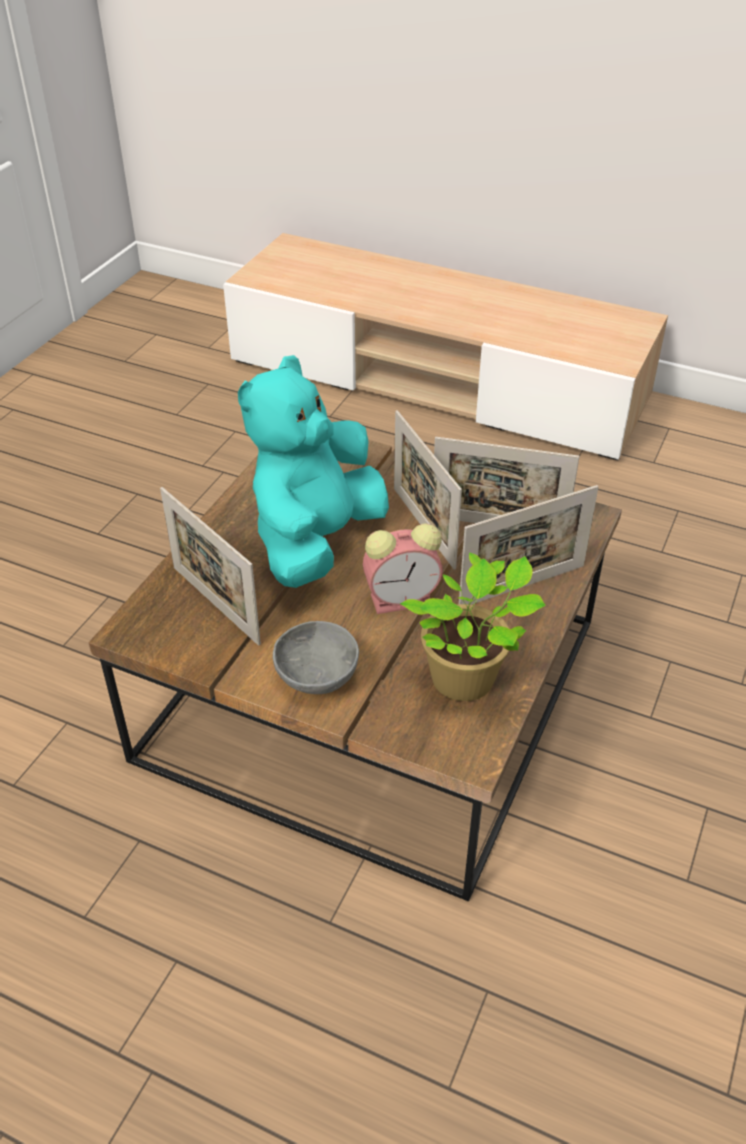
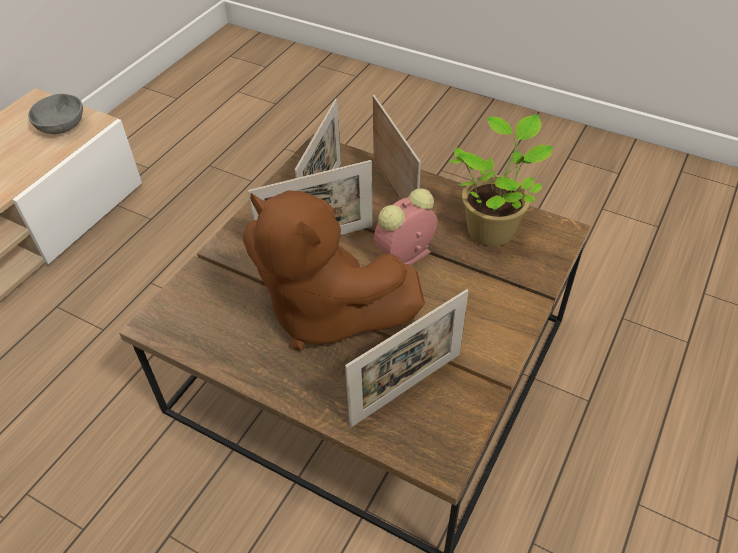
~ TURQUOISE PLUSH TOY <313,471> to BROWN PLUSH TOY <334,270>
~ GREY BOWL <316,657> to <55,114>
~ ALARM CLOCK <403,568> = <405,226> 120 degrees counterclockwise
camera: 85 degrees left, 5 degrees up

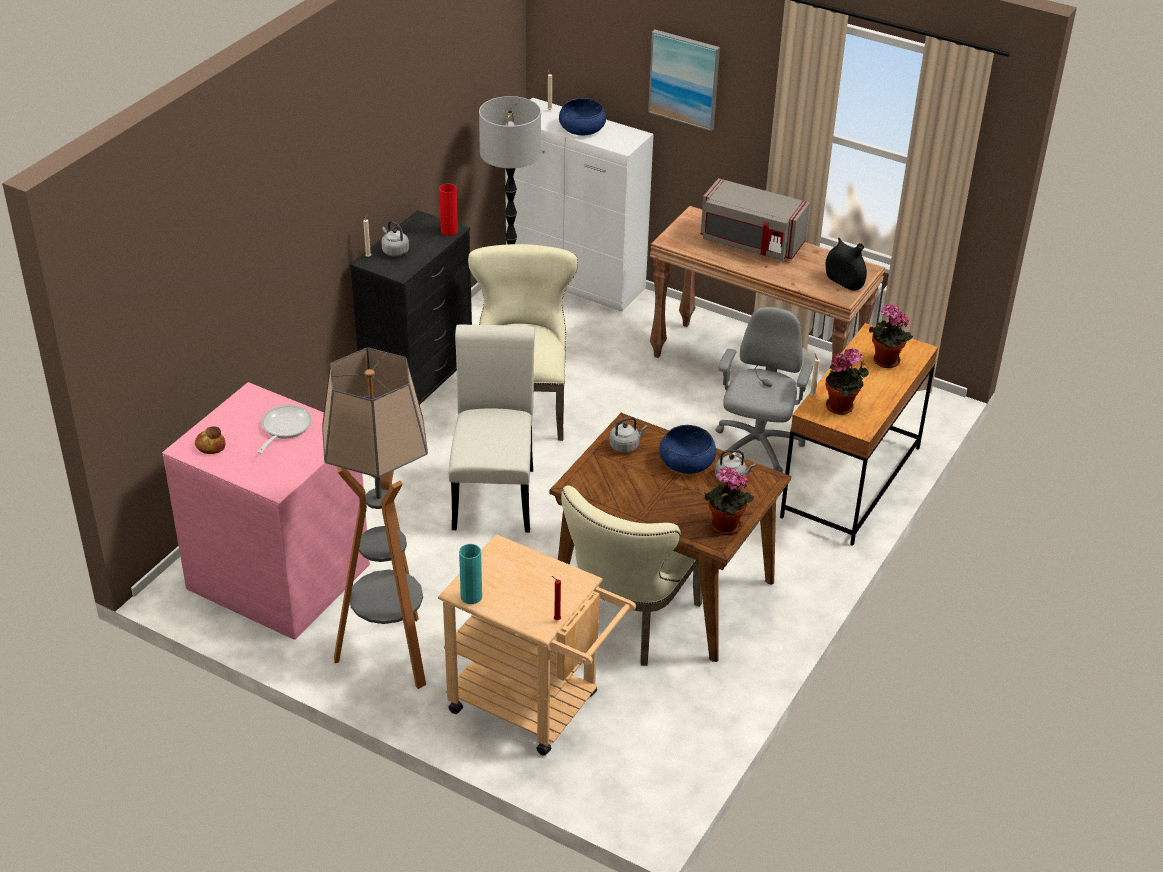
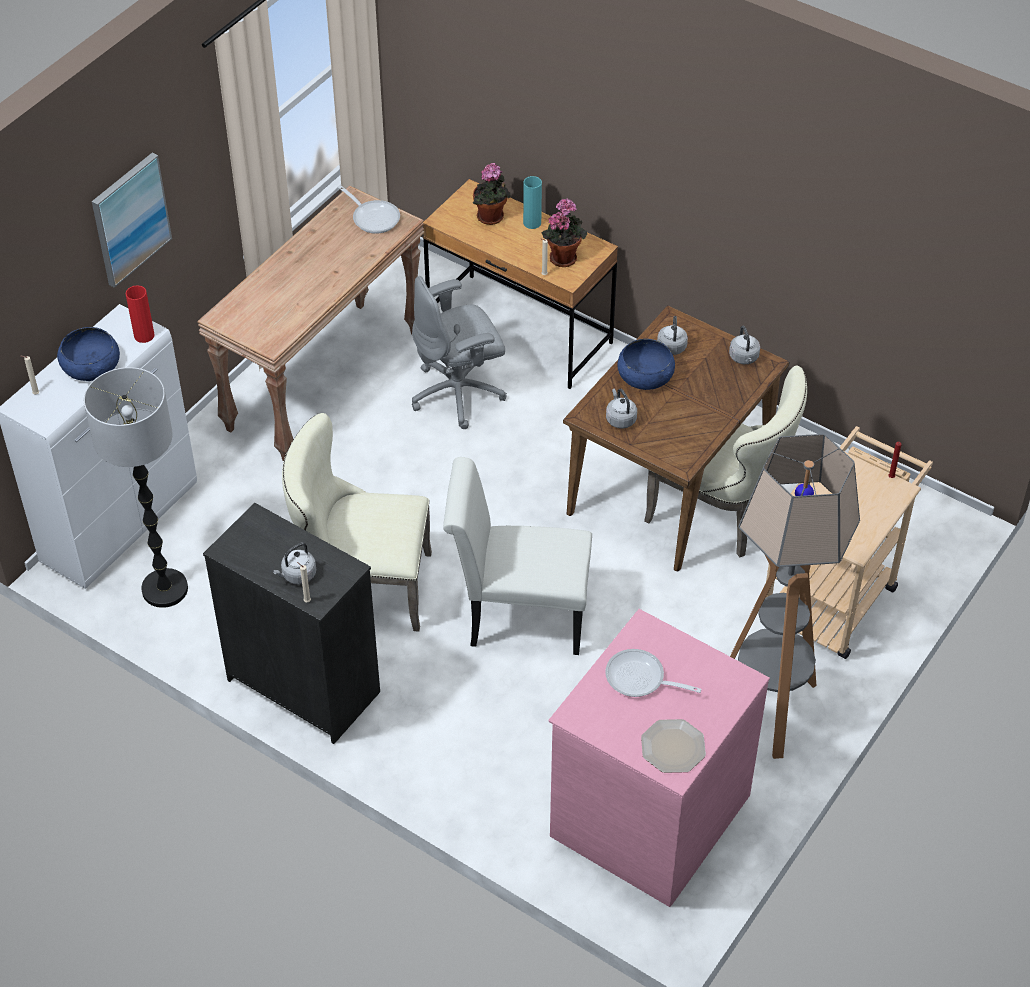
~ BREAD <210,440> to PLATE <673,746>
~ RED VASE <448,210> to <140,314>
~ TURQUOISE VASE <470,574> to <532,202>
- GREY MICROWAVE <755,219>
~ POTTED PLANT <729,501> to GREY KETTLE <744,345>
~ GREY OFFICE CHAIR <764,389> = <459,352> 45 degrees counterclockwise
~ BLACK VASE <846,264> to FRYING PAN <369,209>
camera: 85 degrees left, 10 degrees up

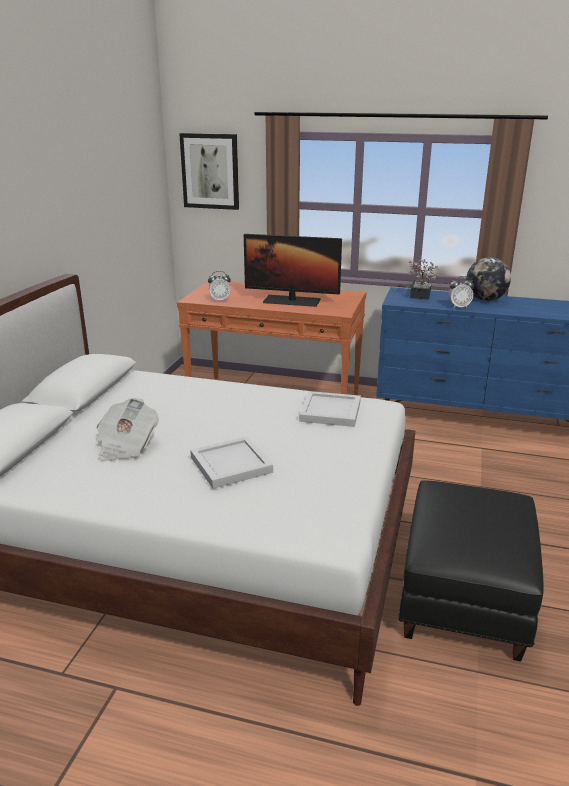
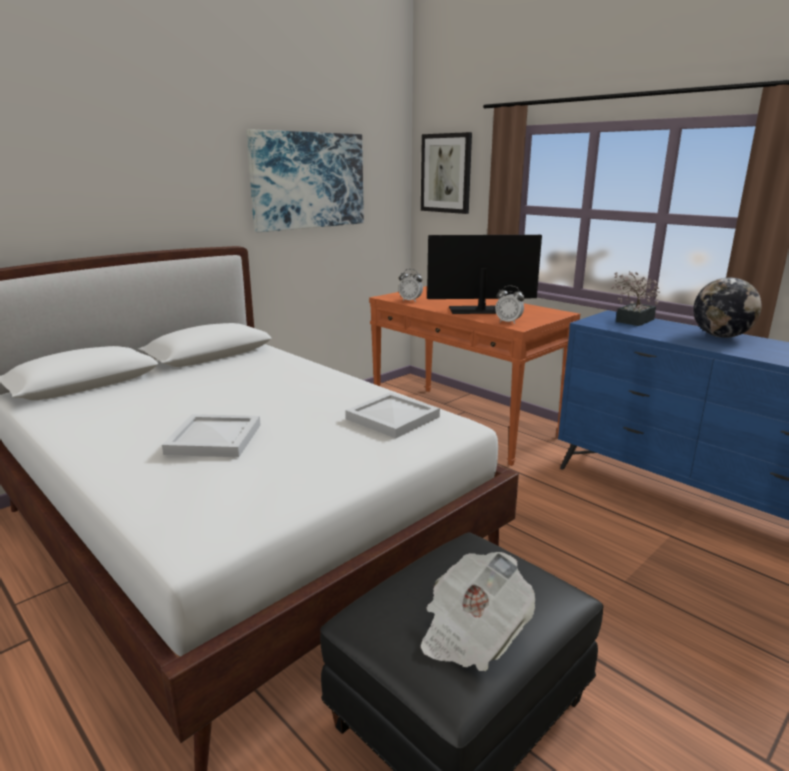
~ NEWSPAPER <127,429> to <478,611>
~ MONITOR <293,270> = <484,274> 135 degrees clockwise
~ ALARM CLOCK <461,292> to <509,305>
+ PICTURE <305,180>
camera: 30 degrees right, 5 degrees down

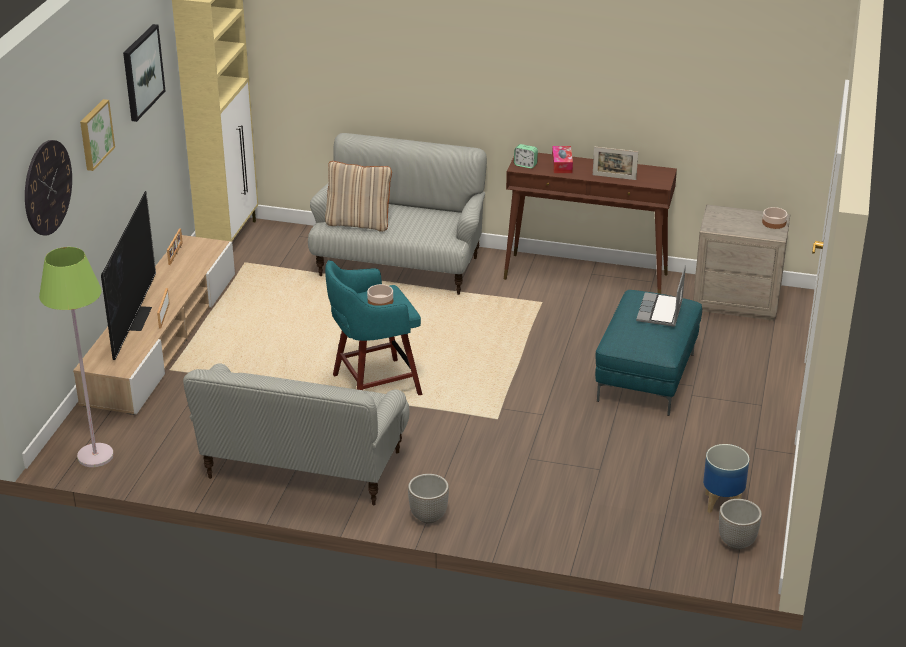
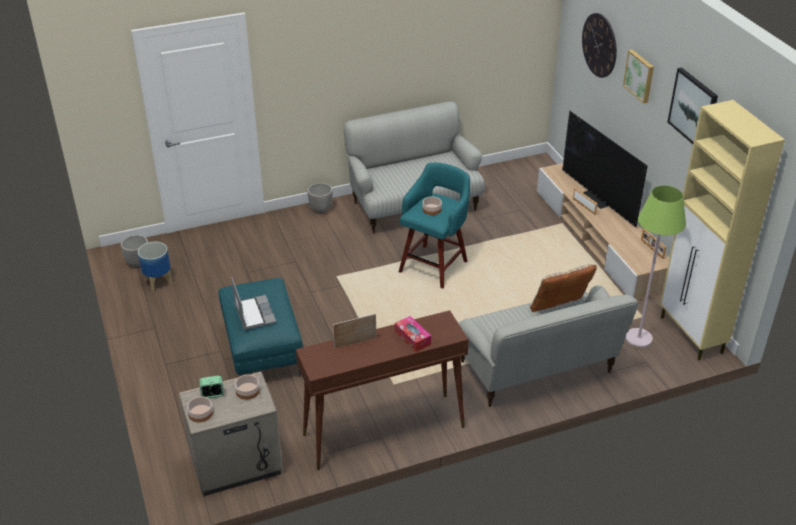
~ GREEN FLOOR LAMP <76,357> to <655,266>
~ ALARM CLOCK <526,156> to <211,387>
+ BOWL <247,387>
camera: 145 degrees right, 5 degrees up

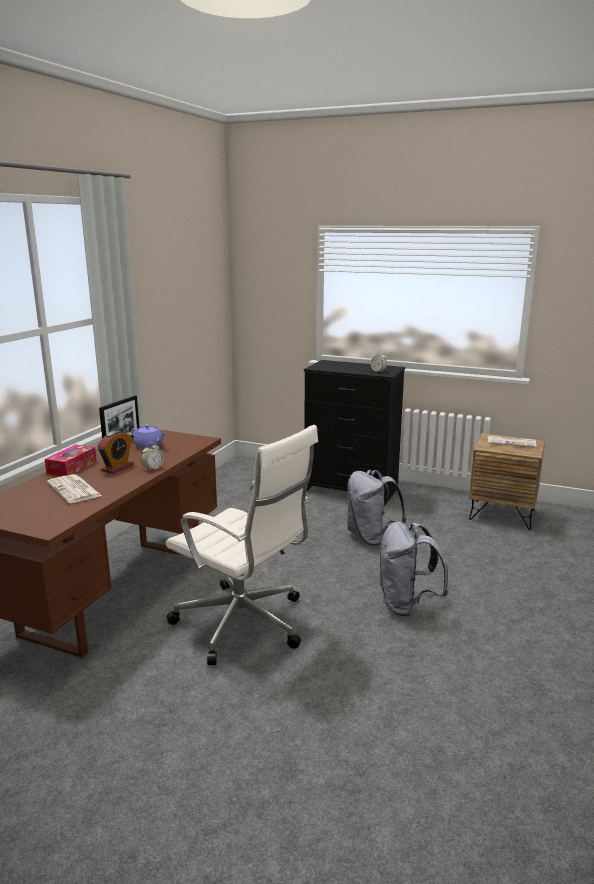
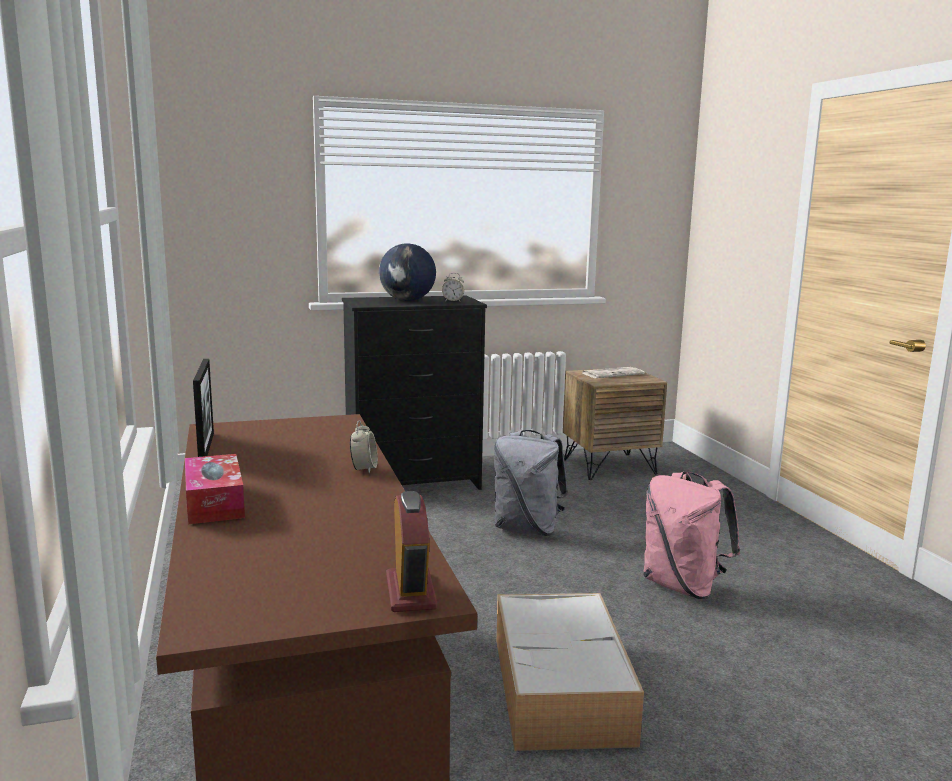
- NEWSPAPER <74,488>
~ ALARM CLOCK <115,452> to <412,551>
- PURPLE TEAPOT <148,436>
~ WHITE OFFICE CHAIR <242,545> to STORAGE BOX <570,672>
~ GREY BACKPACK <413,569> to PINK BACKPACK <691,535>
+ GLOBE <407,272>
camera: 40 degrees left, 5 degrees down

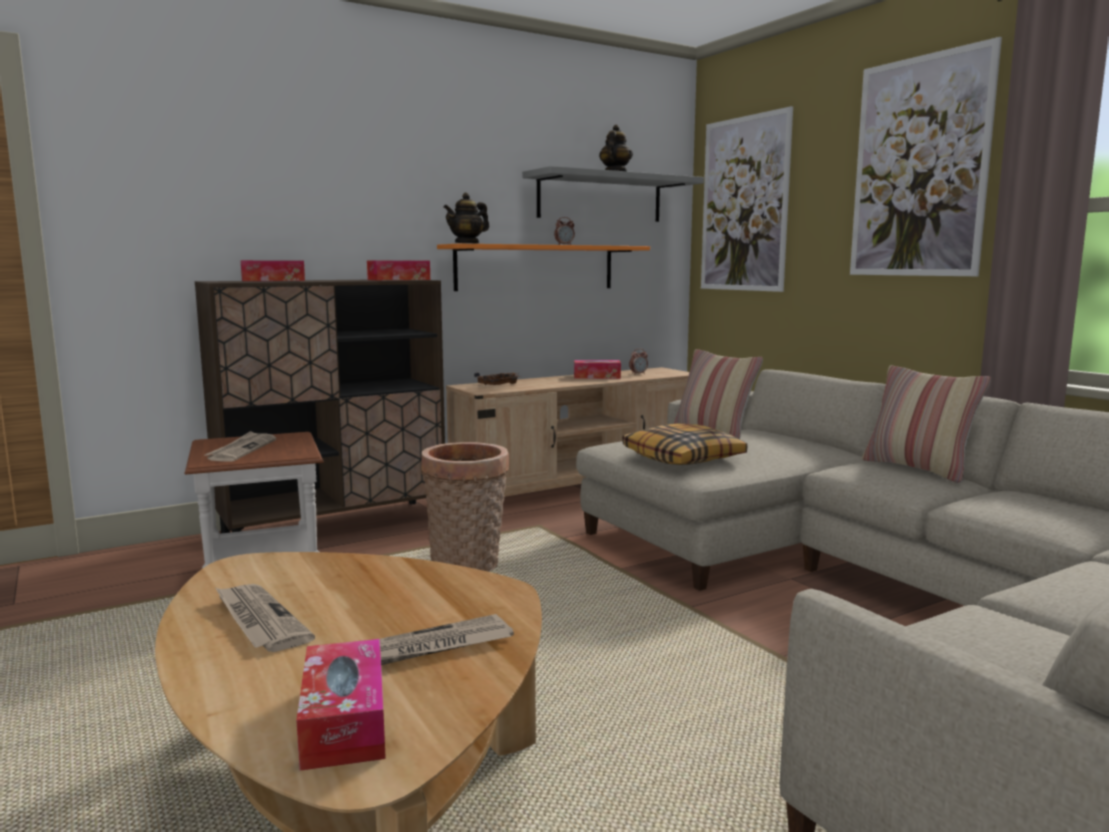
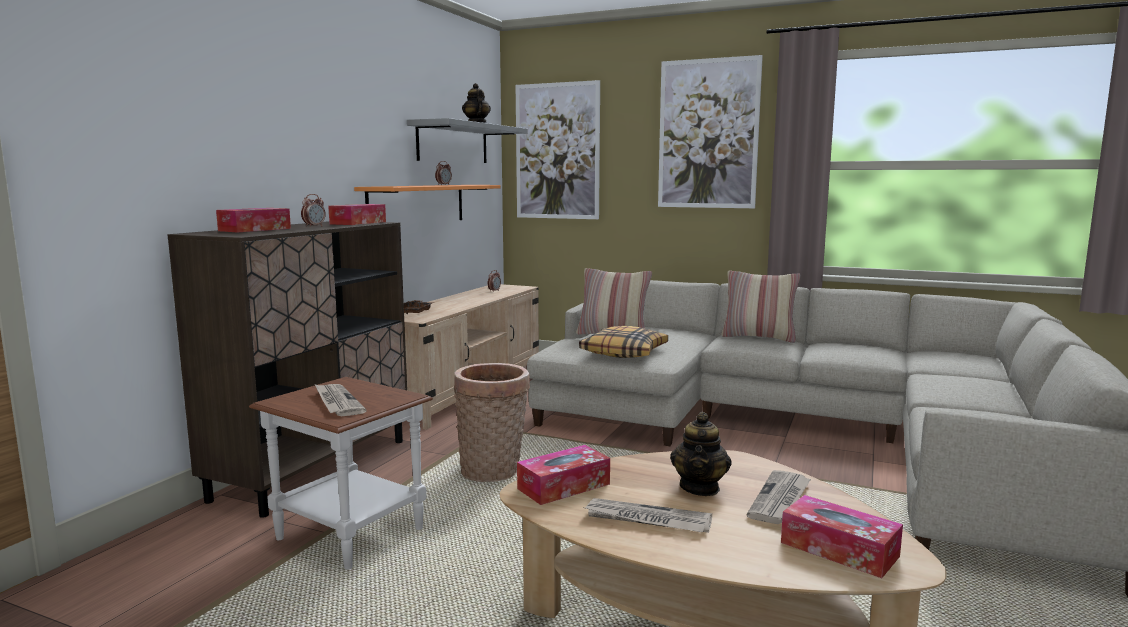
~ TEAPOT <466,217> to <701,454>
~ TISSUE BOX <597,369> to <563,475>
+ ALARM CLOCK <313,210>
camera: 35 degrees left, 0 degrees up

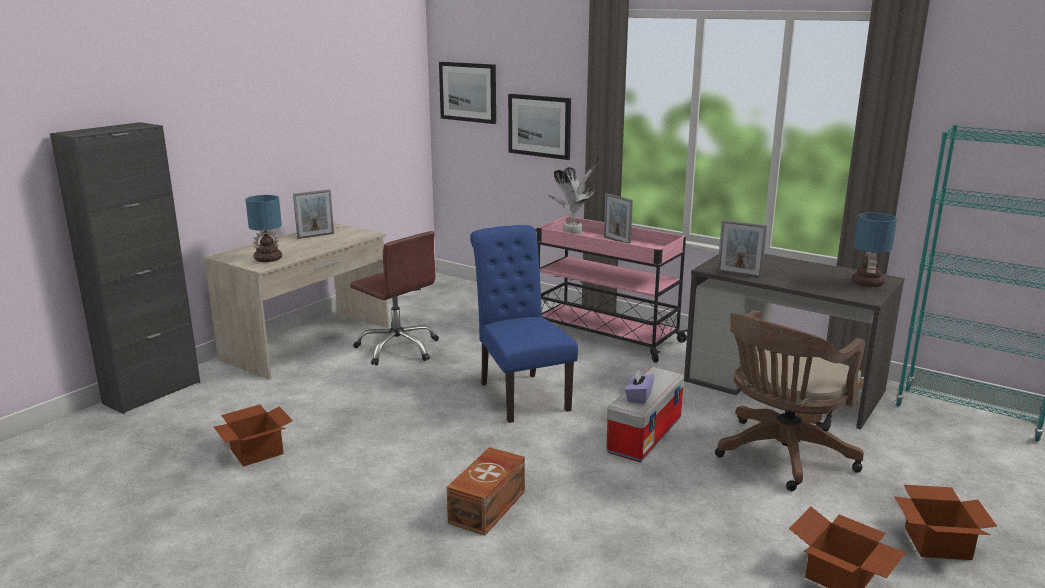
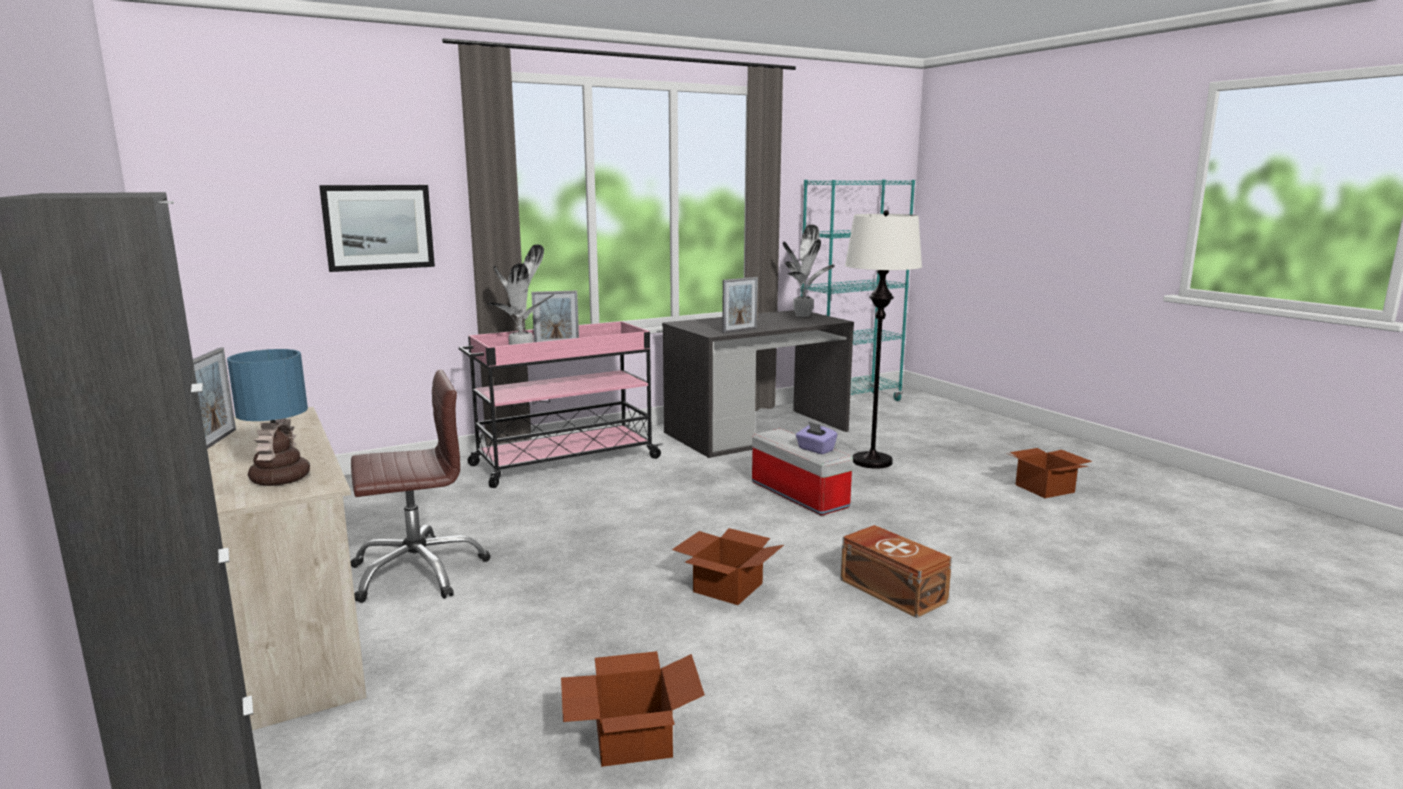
- PICTURE <467,93>
- BLUE CHAIR <524,324>
~ BROWN OFFICE CHAIR <790,400> to WHITE FLOOR LAMP <883,339>
~ TABLE LAMP <874,250> to POTTED PLANT <809,271>
~ CARDBOARD BOX <945,522> to <728,566>
camera: 65 degrees left, 5 degrees down

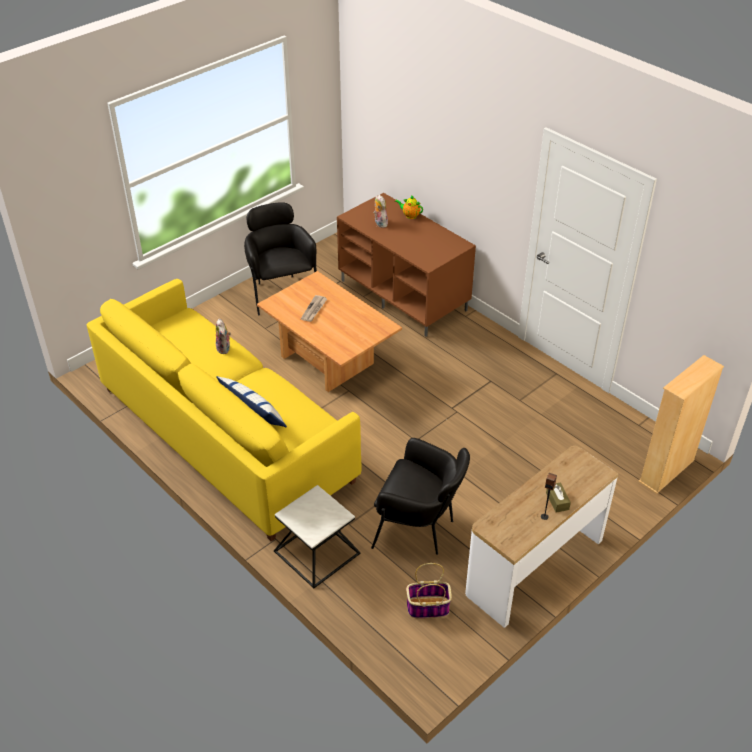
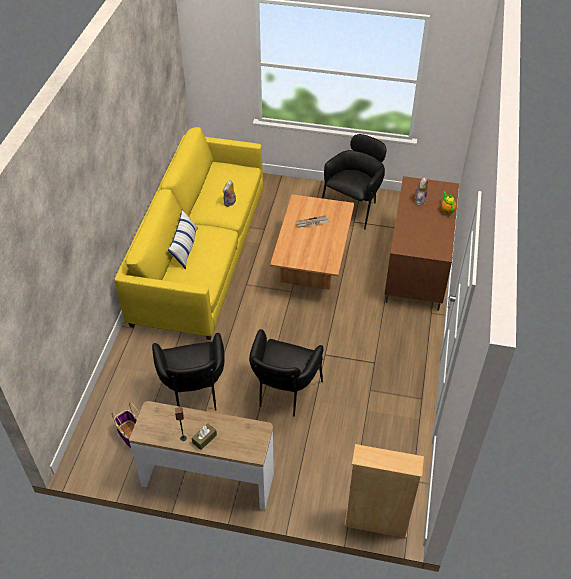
- SIDE TABLE <317,536>
+ BLACK ARMCHAIR <286,373>
camera: 55 degrees right, 5 degrees up

